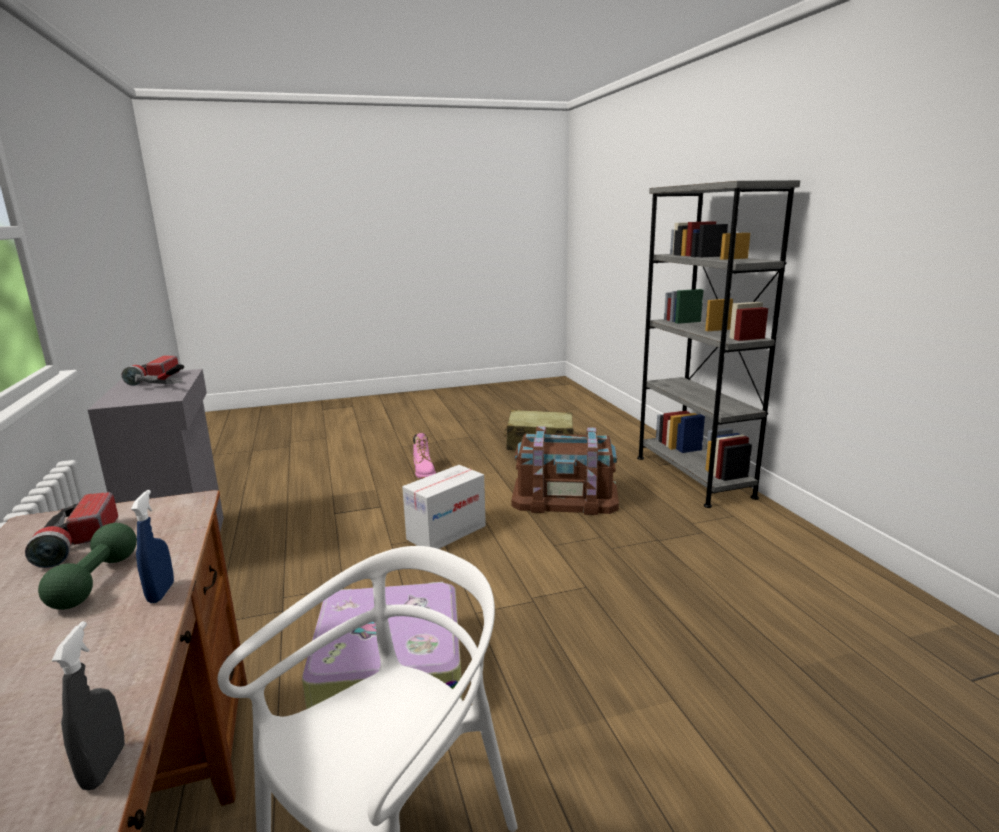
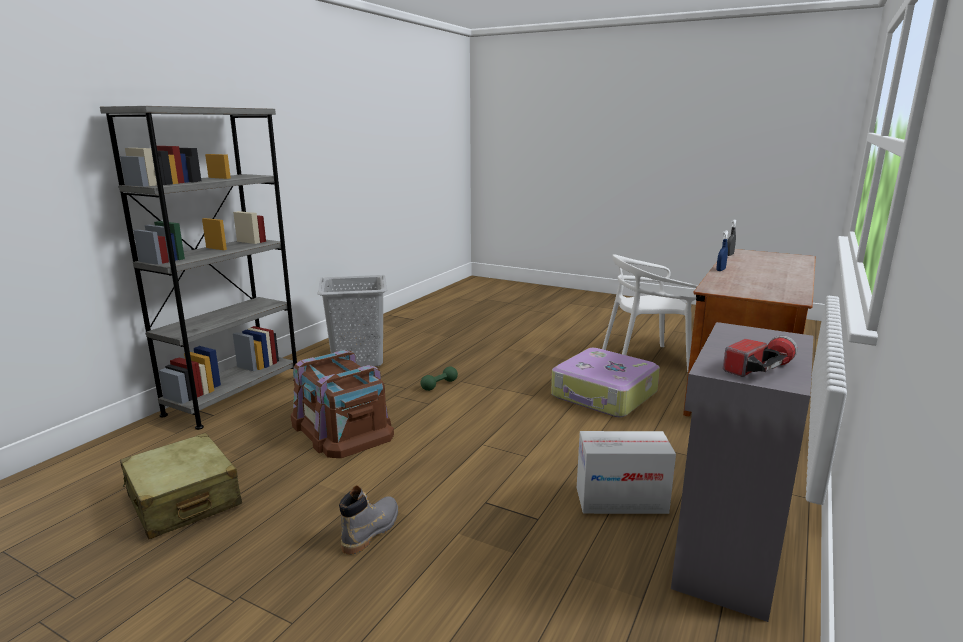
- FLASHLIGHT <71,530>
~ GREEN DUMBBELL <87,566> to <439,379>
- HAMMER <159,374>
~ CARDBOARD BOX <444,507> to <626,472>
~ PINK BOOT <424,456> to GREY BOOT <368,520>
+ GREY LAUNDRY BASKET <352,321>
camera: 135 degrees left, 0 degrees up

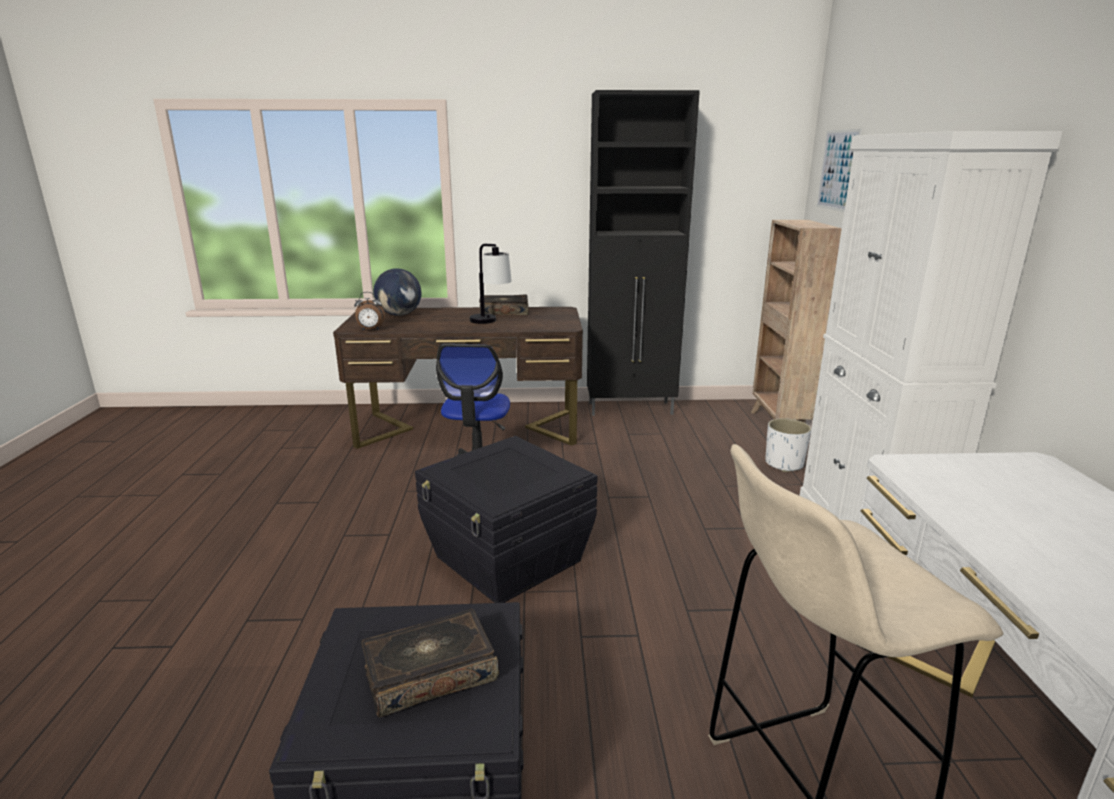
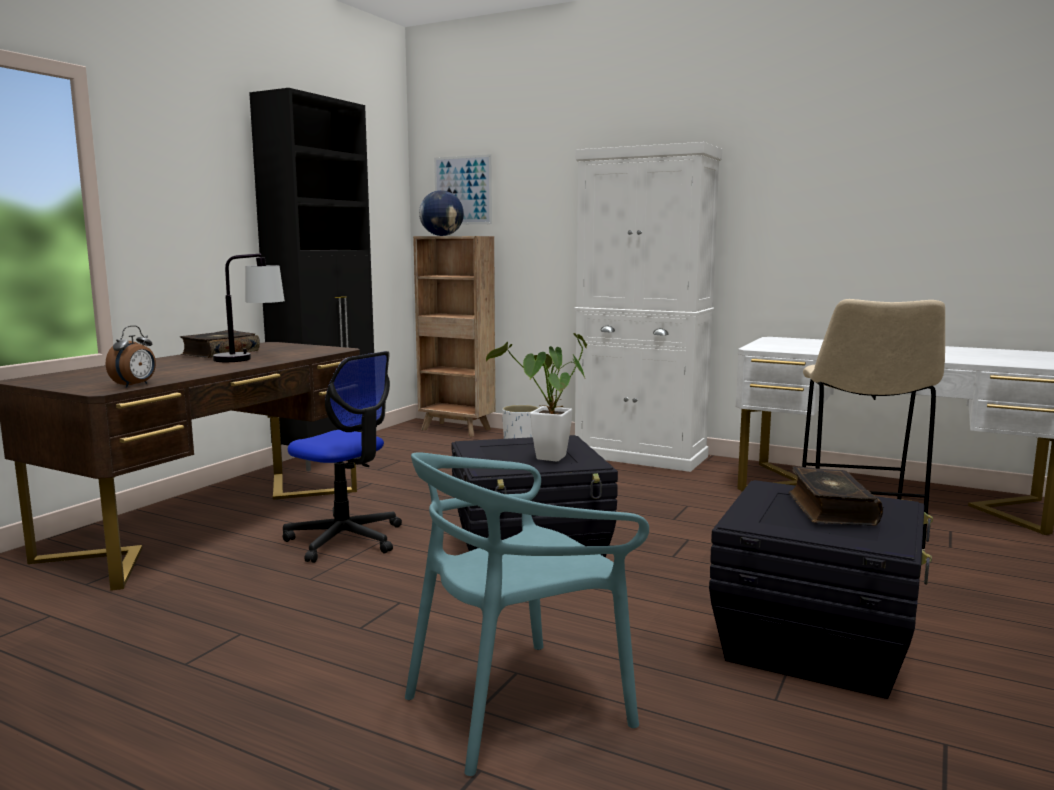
~ GLOBE <397,292> to <441,213>
+ TURQUOISE CHAIR <527,614>
+ POTTED PLANT <536,397>
camera: 60 degrees left, 10 degrees down

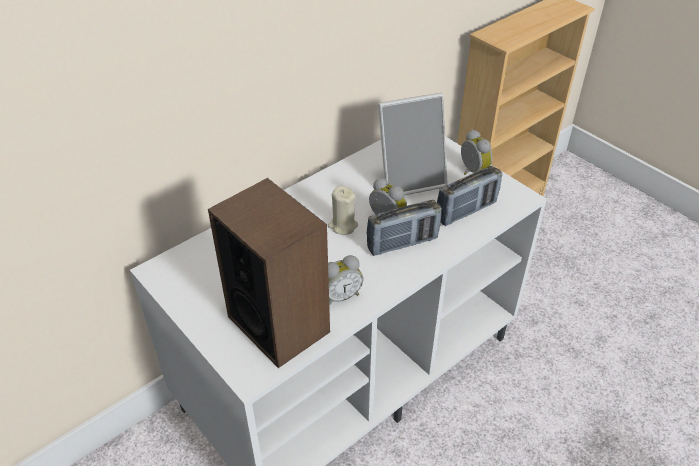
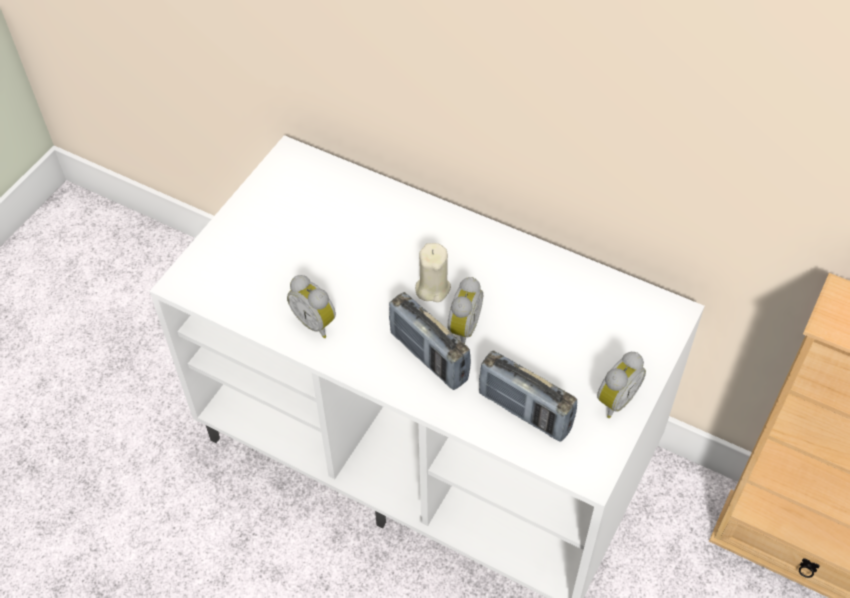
- SPEAKER <269,273>
- PICTURE FRAME <413,144>
camera: 70 degrees right, 10 degrees up

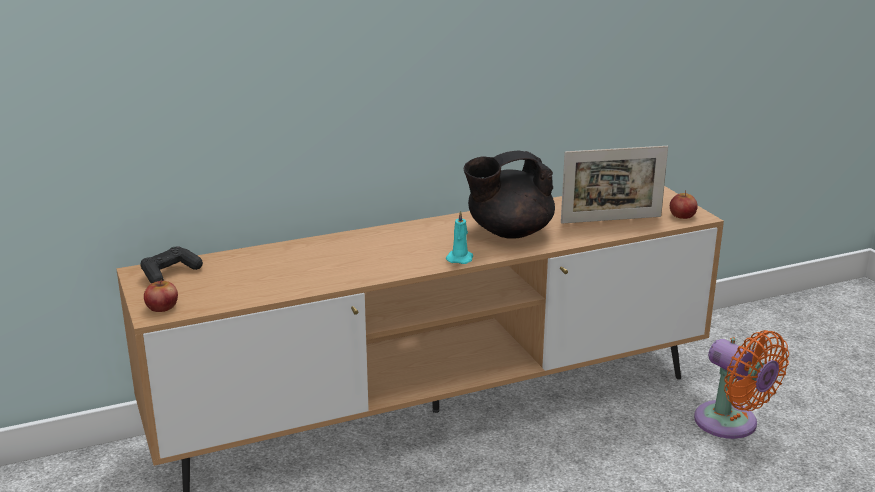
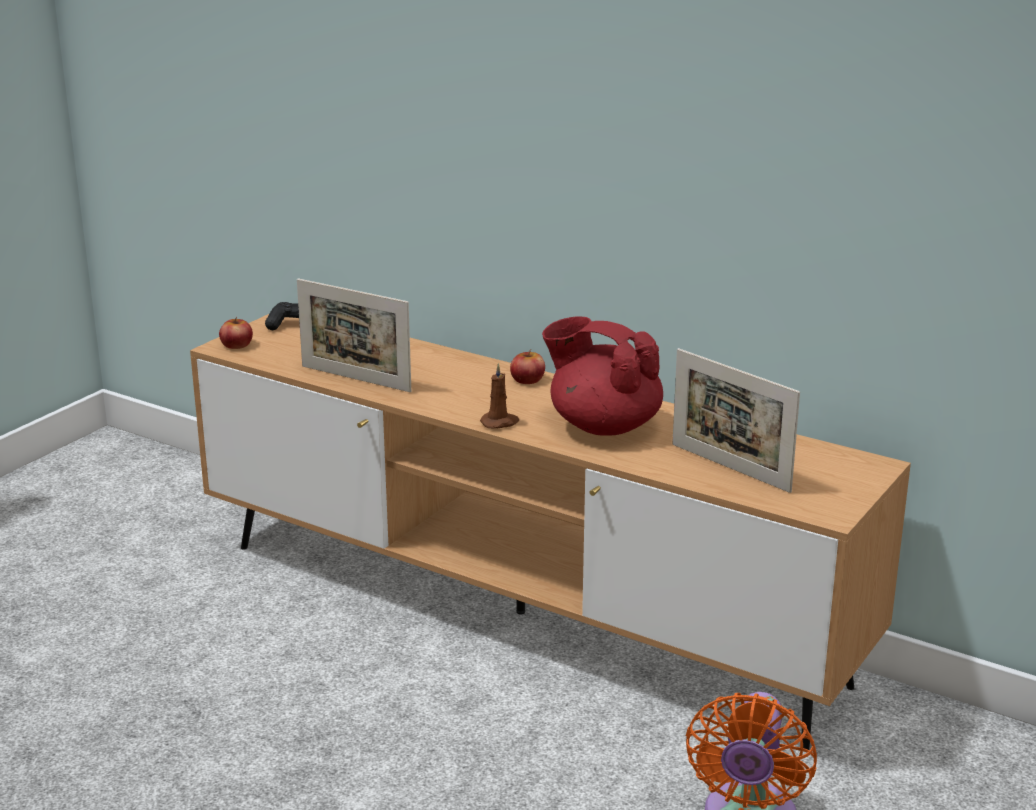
~ TURQUOISE CANDLE <459,237> to BROWN CANDLE <499,396>
~ BLACK TEAPOT <509,194> to RED TEAPOT <602,376>
~ APPLE <684,204> to <527,366>
+ PICTURE FRAME <354,335>
camera: 55 degrees right, 0 degrees up

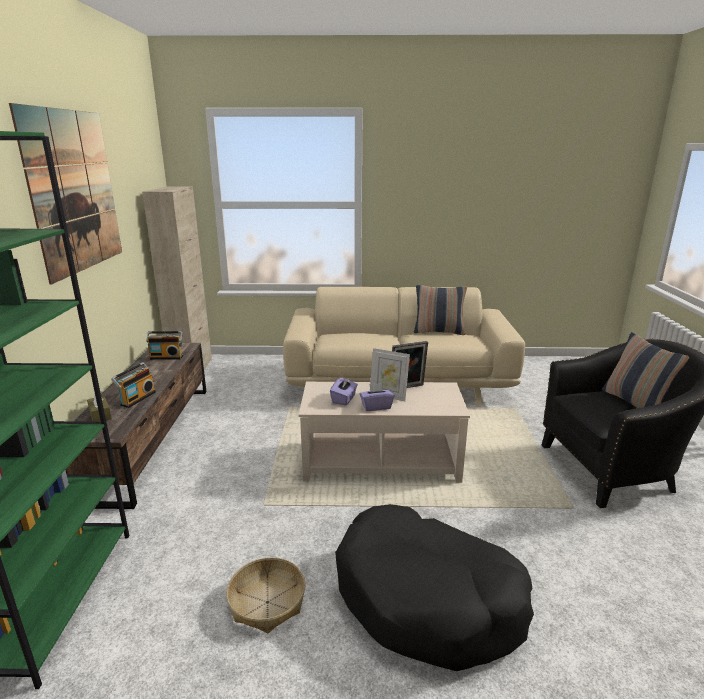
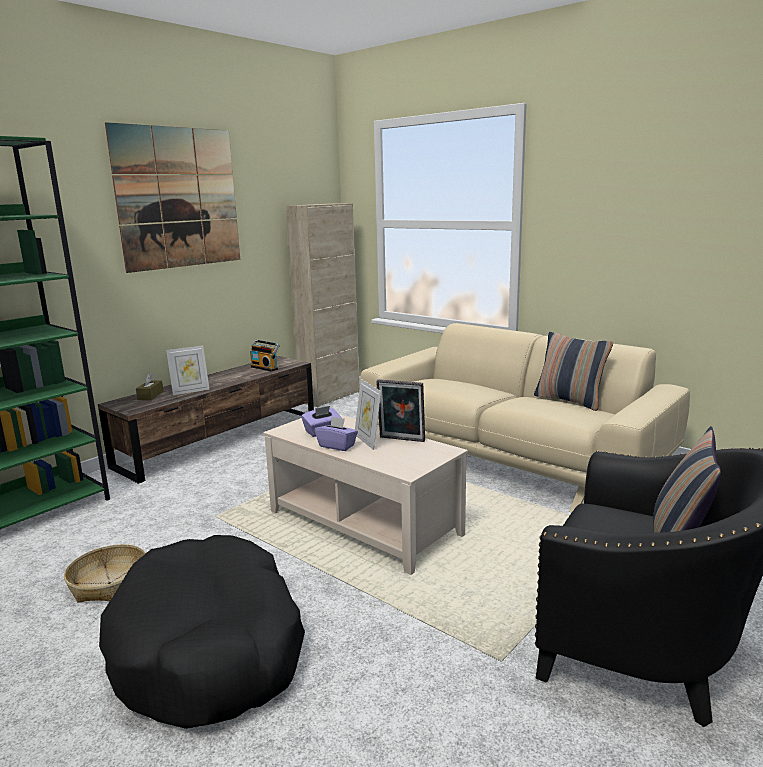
~ RADIO <133,385> to PICTURE FRAME <187,370>
camera: 40 degrees right, 5 degrees down

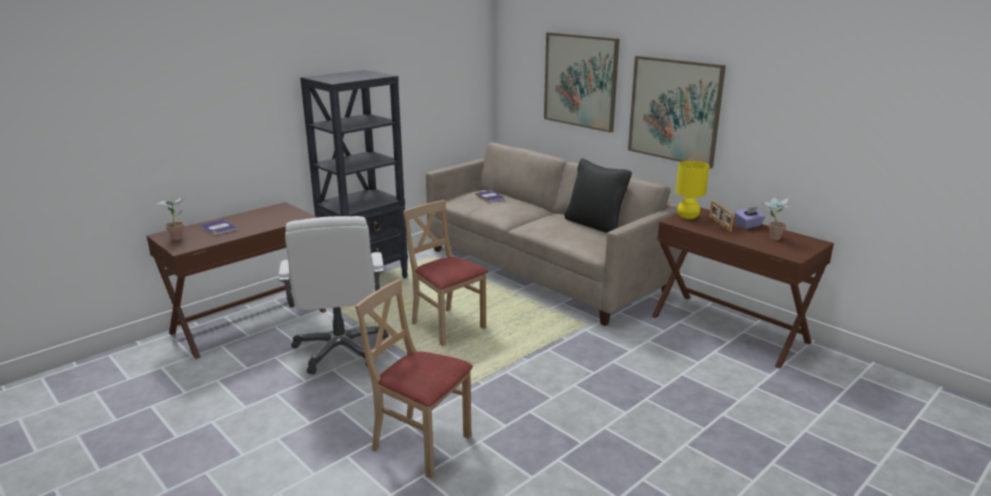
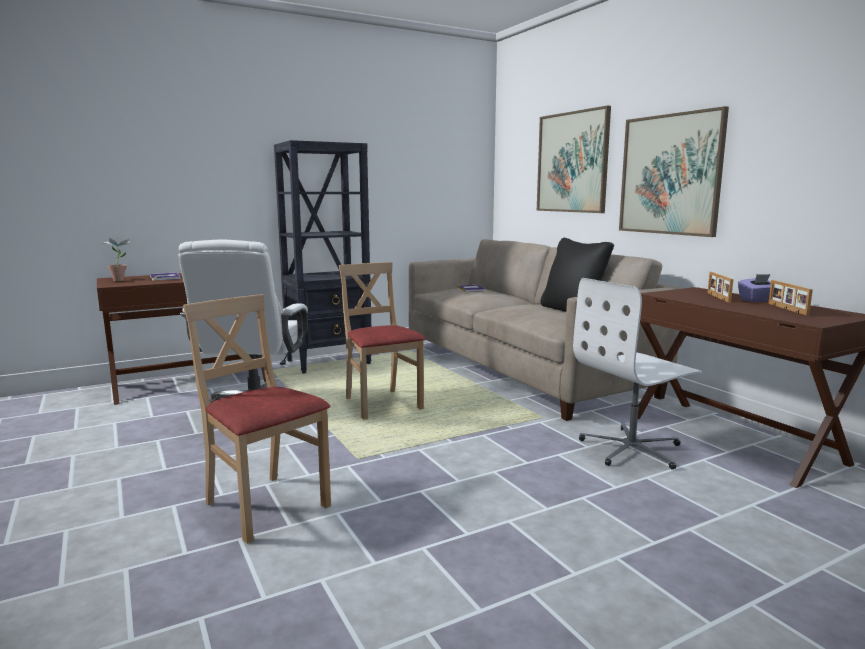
- YELLOW TABLE LAMP <692,190>
~ POTTED PLANT <776,217> to PICTURE FRAME <790,298>
+ WHITE OFFICE CHAIR <637,373>
camera: 15 degrees right, 10 degrees down

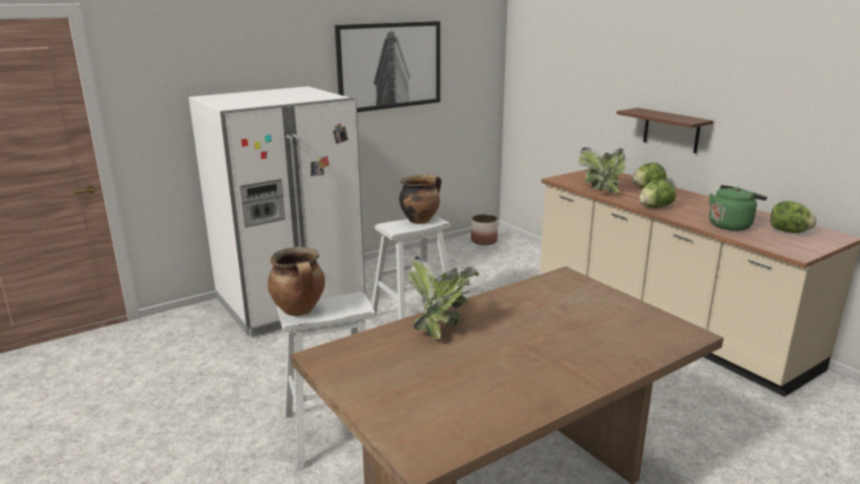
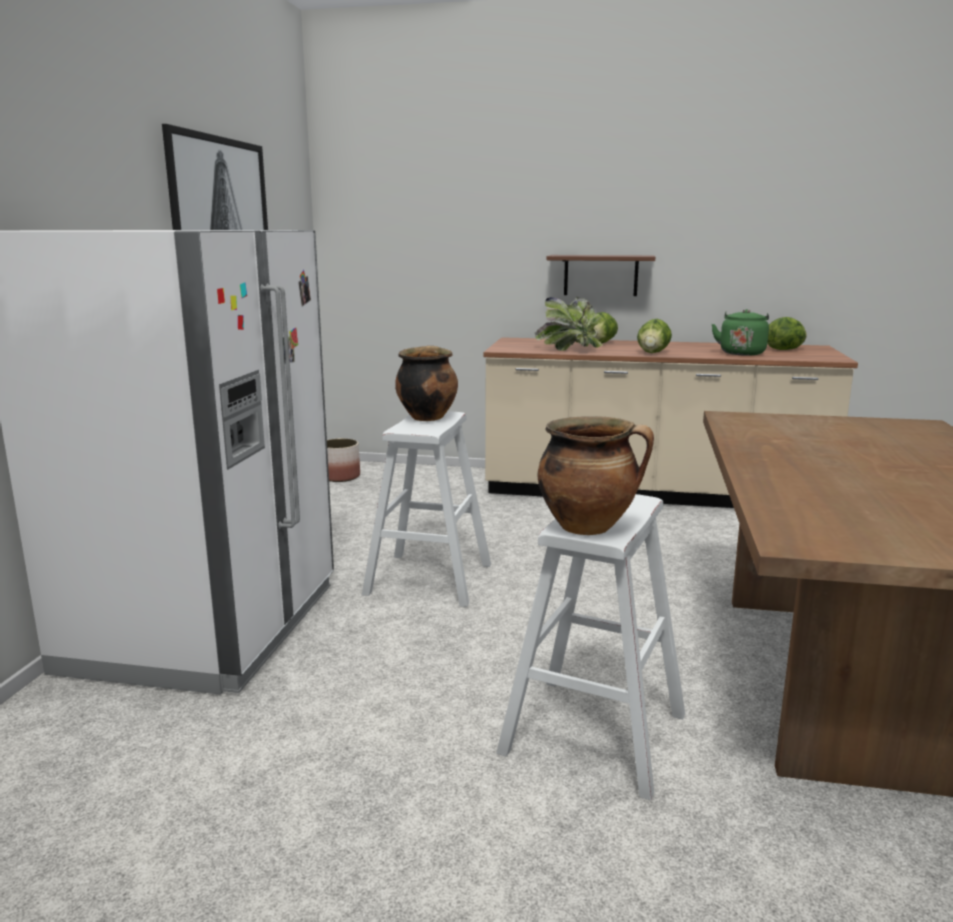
- POTTED PLANT <443,297>
camera: 45 degrees left, 5 degrees down

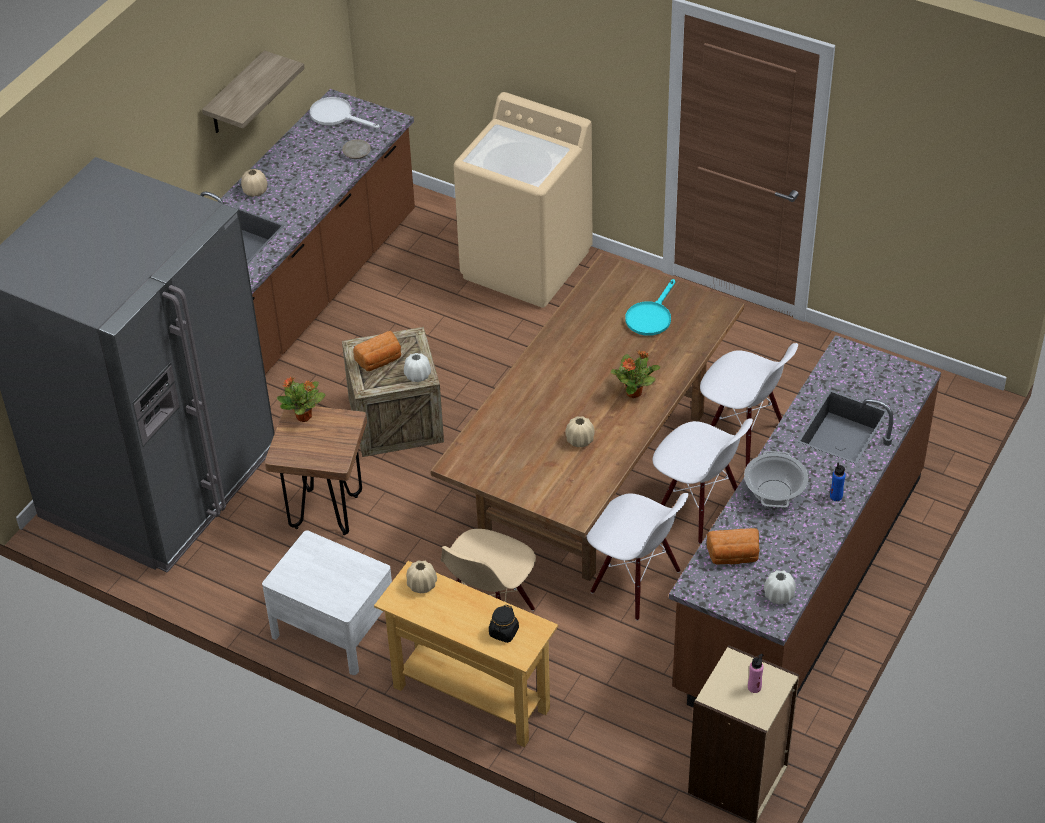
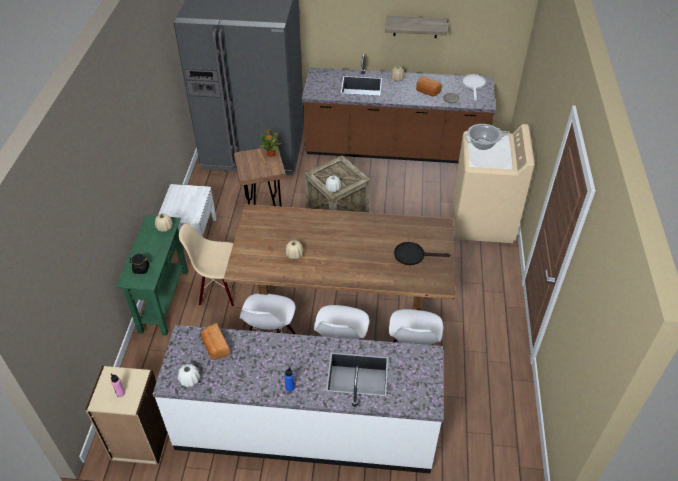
~ BREAD <377,351> to <429,86>
~ BEIGE CONSOLE TABLE <466,654> to GREEN CONSOLE TABLE <152,275>
- POTTED PLANT <635,374>
~ TURQUOISE FRYING PAN <650,307> to BLACK FRYING PAN <422,253>
~ BROWN COUNTER <805,521> to WHITE COUNTER <298,399>
~ COOKING POT <776,479> to <484,137>
camera: 65 degrees right, 0 degrees up

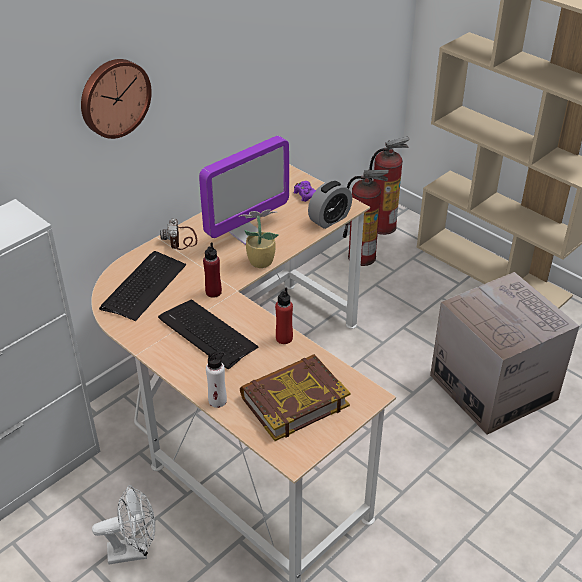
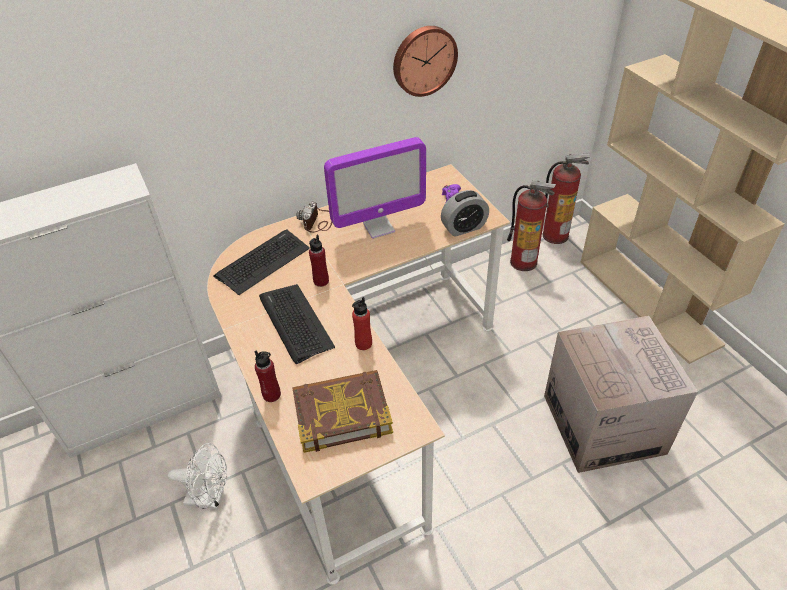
~ WALL CLOCK <116,99> to <425,61>
~ WHITE BOTTLE <216,379> to RED BOTTLE <268,376>
- POTTED PLANT <259,238>
camera: 20 degrees right, 5 degrees up

